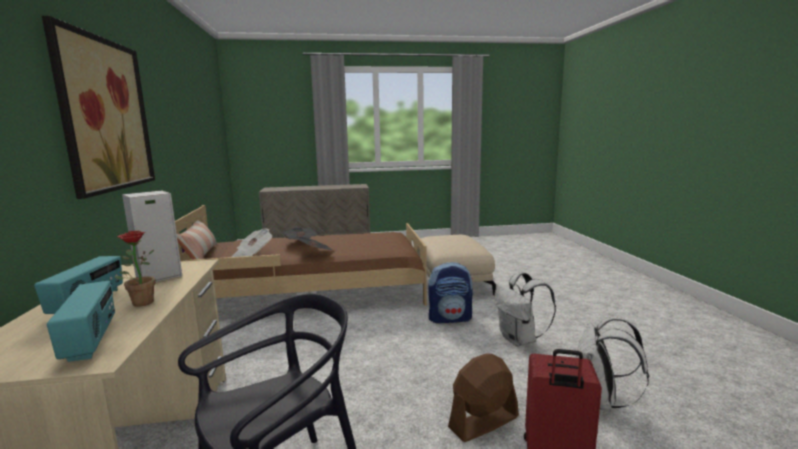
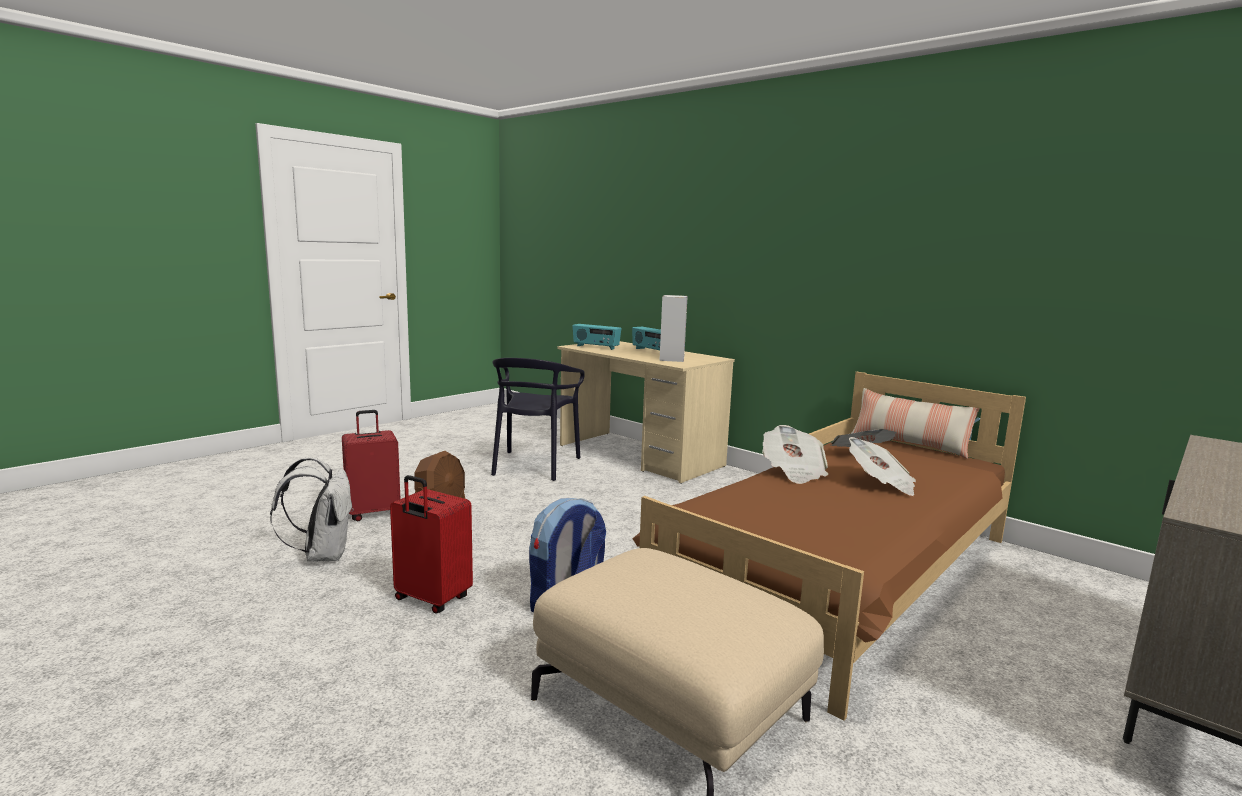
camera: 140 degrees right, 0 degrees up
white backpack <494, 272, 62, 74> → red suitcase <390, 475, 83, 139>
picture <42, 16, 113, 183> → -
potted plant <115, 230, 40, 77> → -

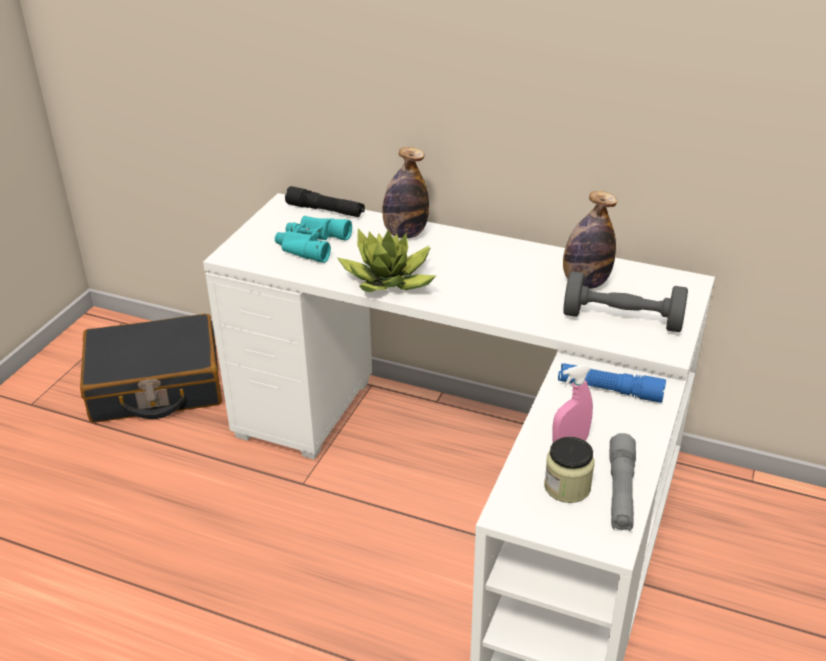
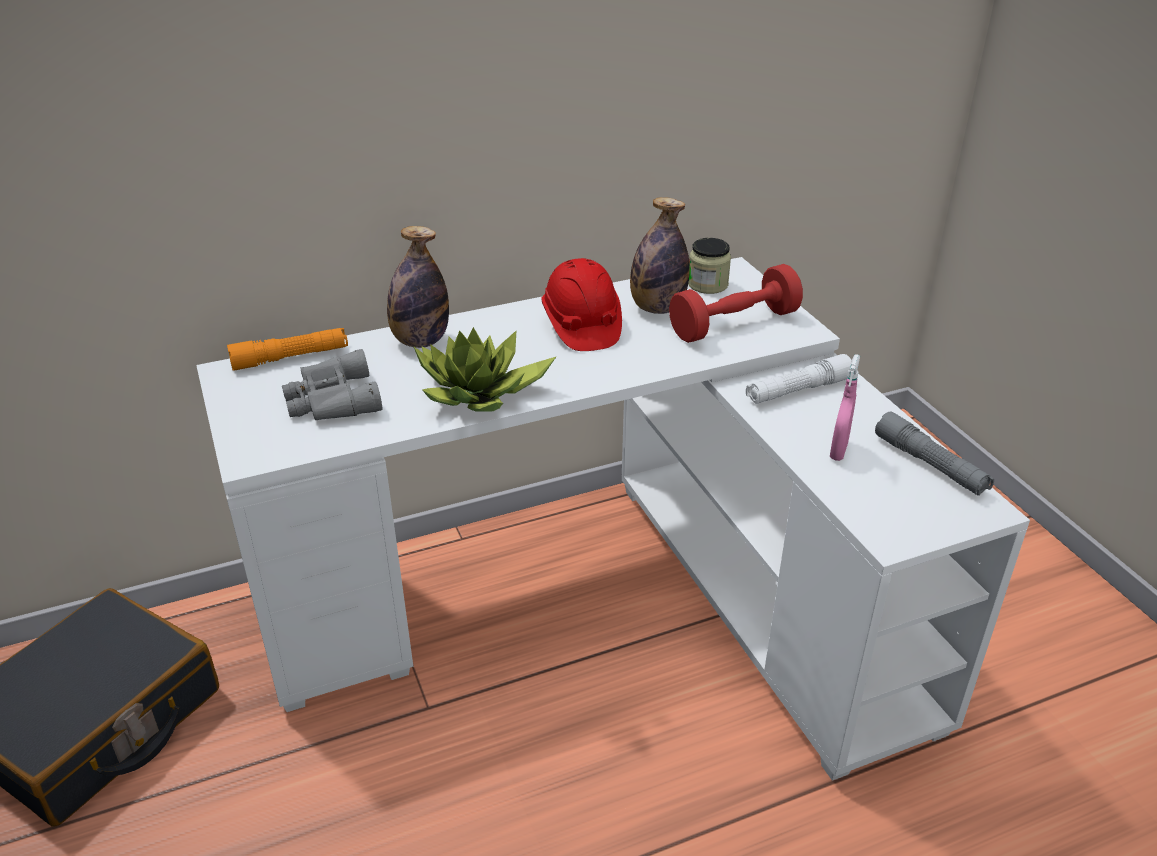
camera: 45 degrees left, 0 degrees up
black flashlight <285, 186, 80, 31> → orange flashlight <227, 328, 121, 42>
turquoise binoculars <275, 216, 77, 47> → grey binoculars <282, 349, 101, 71>
- → red hard hat <541, 258, 81, 93>
grey dumbbell <563, 271, 125, 61> → red dumbbell <669, 264, 134, 79>
jar <544, 437, 51, 66> → jar <688, 238, 43, 56>, moved
blue flashlight <558, 363, 108, 40> → white flashlight <746, 354, 106, 50>

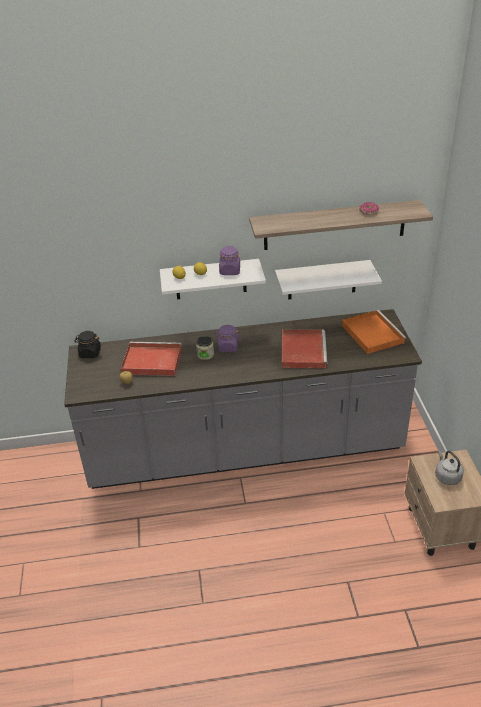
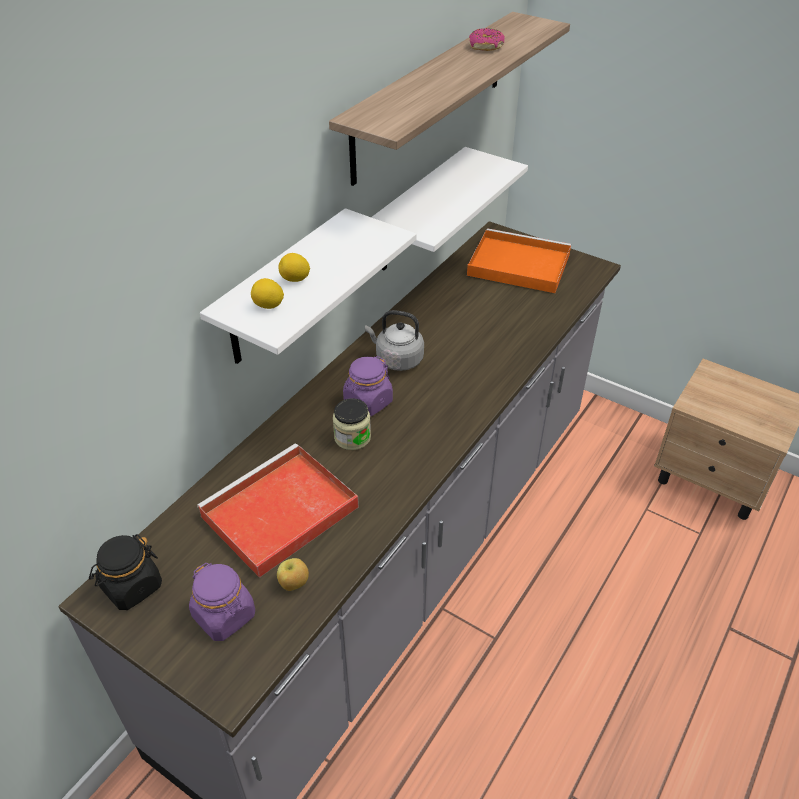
camera: 50 degrees left, 5 degrees up
purple jar <219, 246, 21, 29> → purple jar <189, 563, 66, 78>, moved
grey kettle <435, 451, 29, 34> → grey kettle <365, 310, 59, 61>, moved
red tray <282, 330, 45, 38> → -

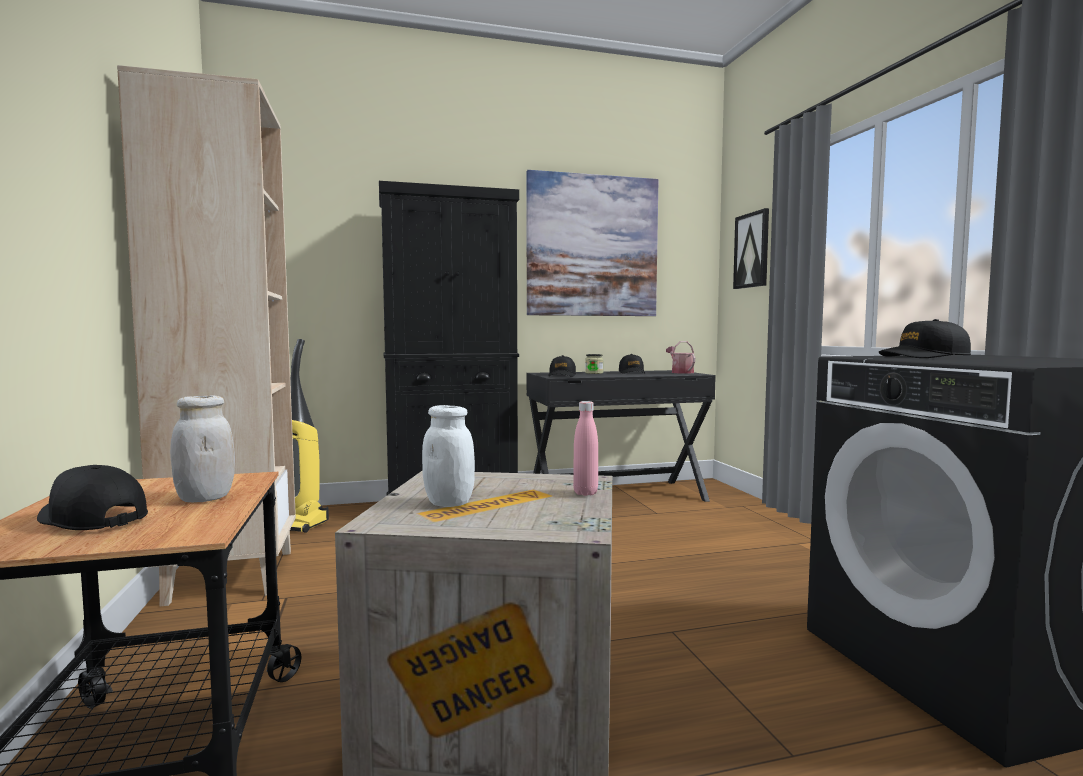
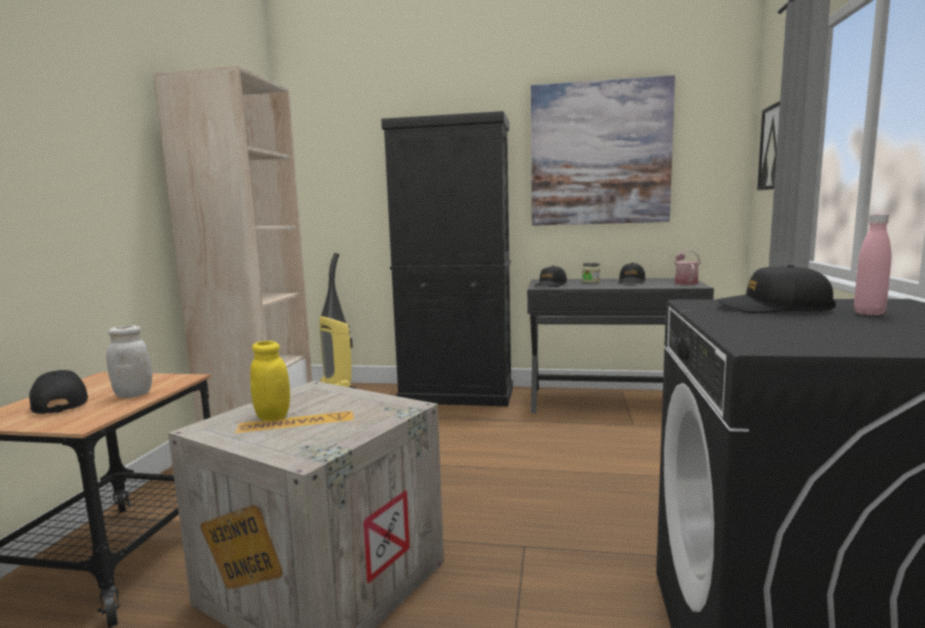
camera: 25 degrees right, 5 degrees up
white jar <422, 405, 53, 102> → yellow jar <250, 341, 40, 80>
pink bottle <573, 401, 25, 95> → pink bottle <854, 213, 37, 102>, moved

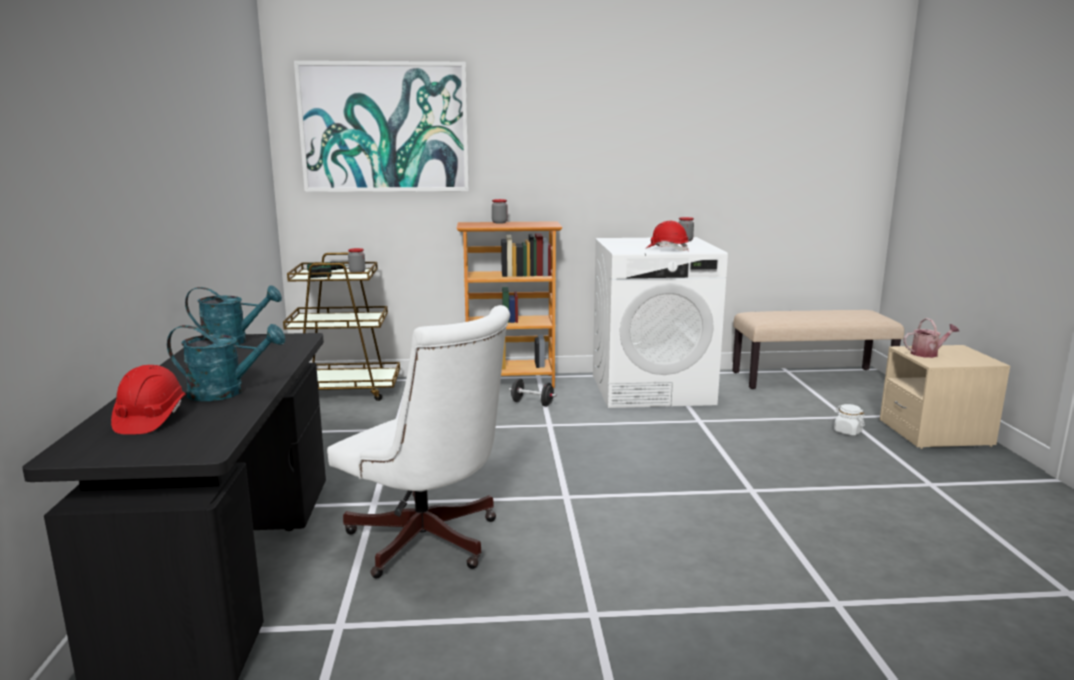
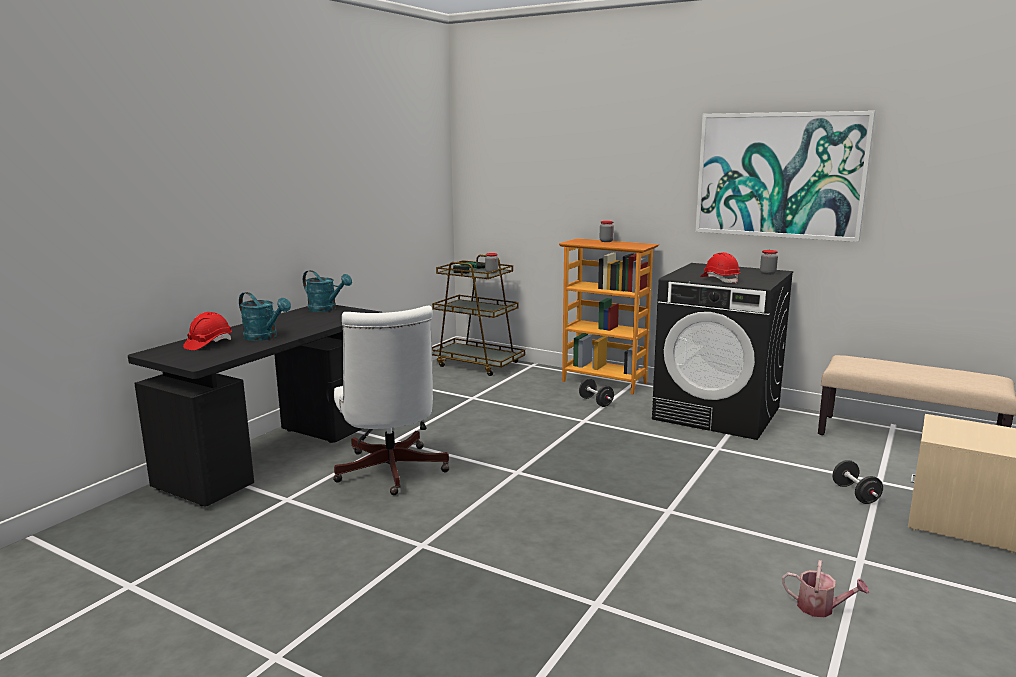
camera: 35 degrees right, 0 degrees up
white washing machine <593, 237, 135, 171> → black washing machine <652, 263, 141, 177>
picture <294, 61, 175, 131> → picture <695, 111, 181, 131>, moved
watering can <904, 318, 55, 40> → watering can <782, 560, 87, 57>, moved
white jar <834, 404, 31, 32> → black dumbbell <832, 460, 51, 44>

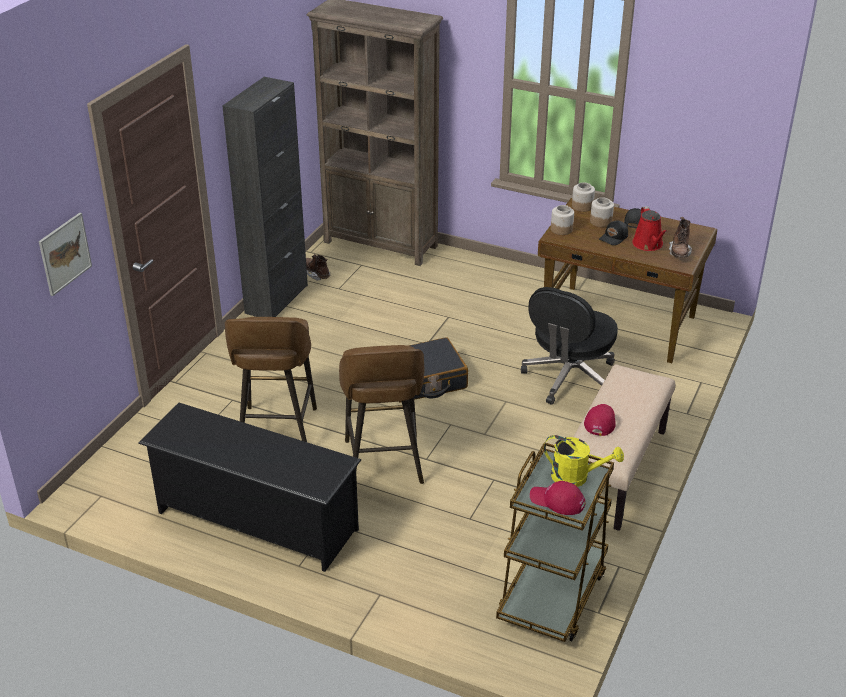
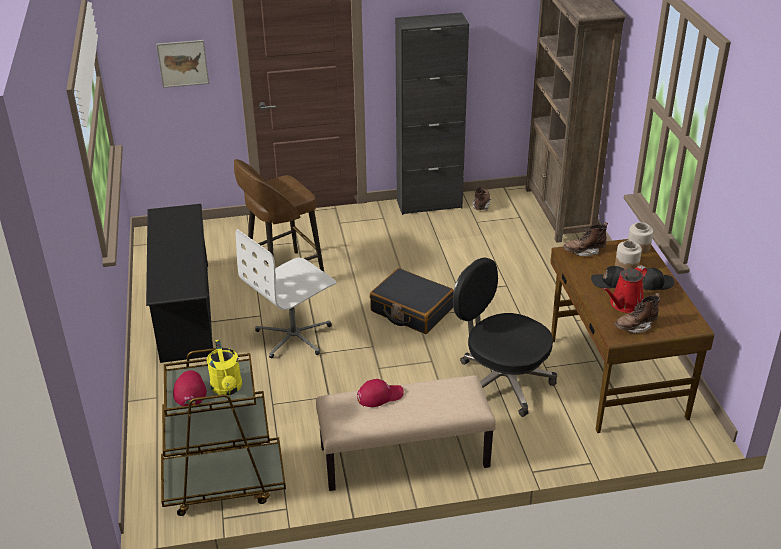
camera: 55 degrees right, 0 degrees up
brown stool <339, 345, 85, 139> → white office chair <236, 229, 100, 129>
black office chair <521, 287, 97, 118> → black office chair <453, 257, 105, 160>, 45 degrees clockwise
jar <551, 205, 23, 30> → brown boot <563, 222, 45, 34>

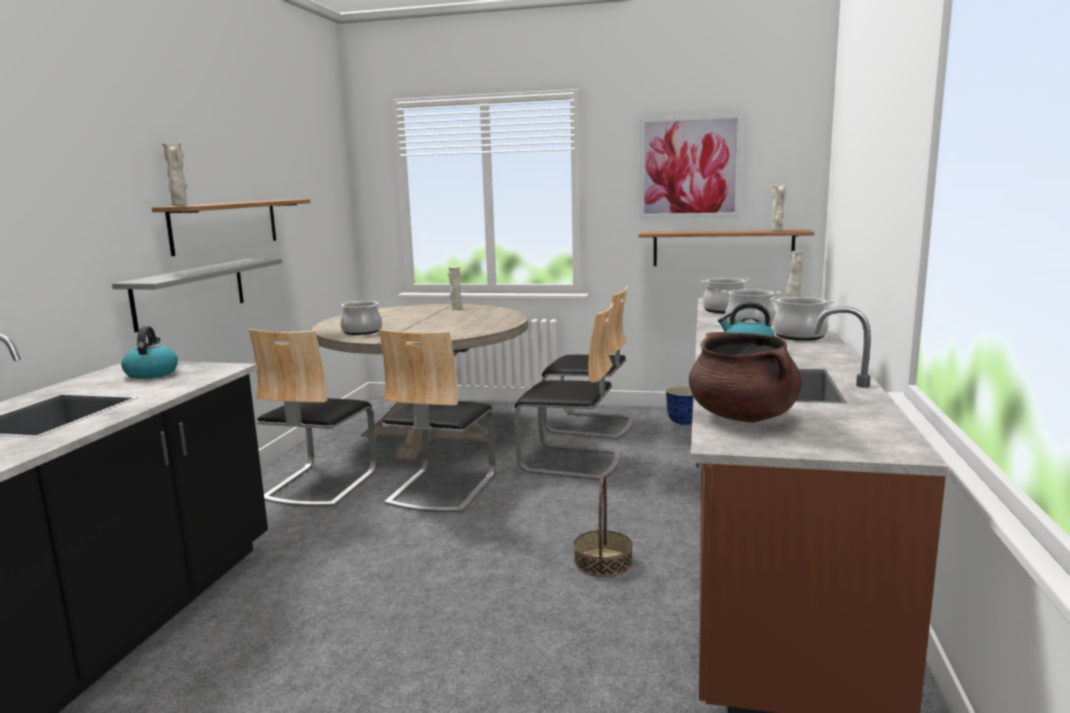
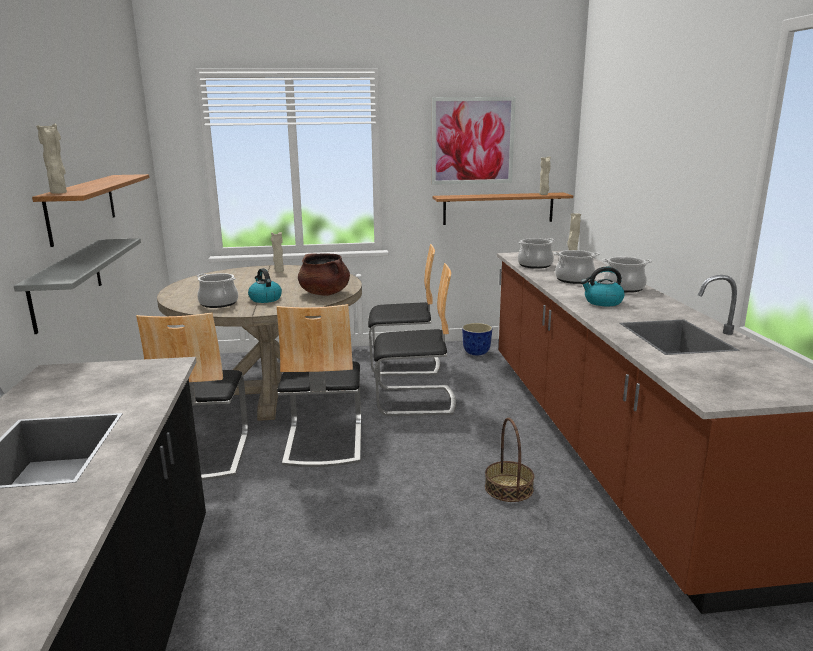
camera: 20 degrees left, 5 degrees up
kettle <121, 326, 57, 53> → kettle <248, 268, 34, 35>, moved
brown cooking pot <689, 332, 113, 91> → brown cooking pot <298, 253, 52, 43>, moved

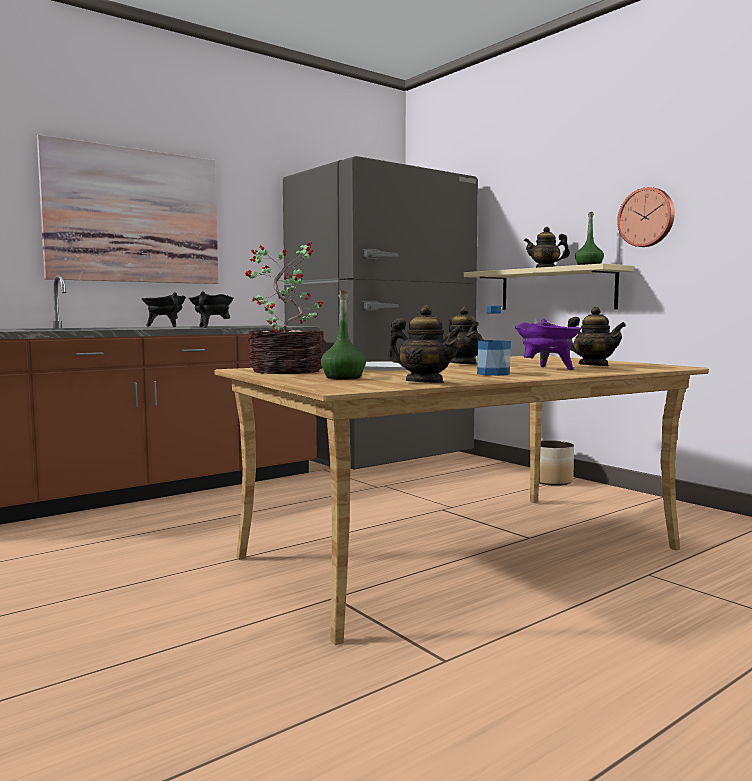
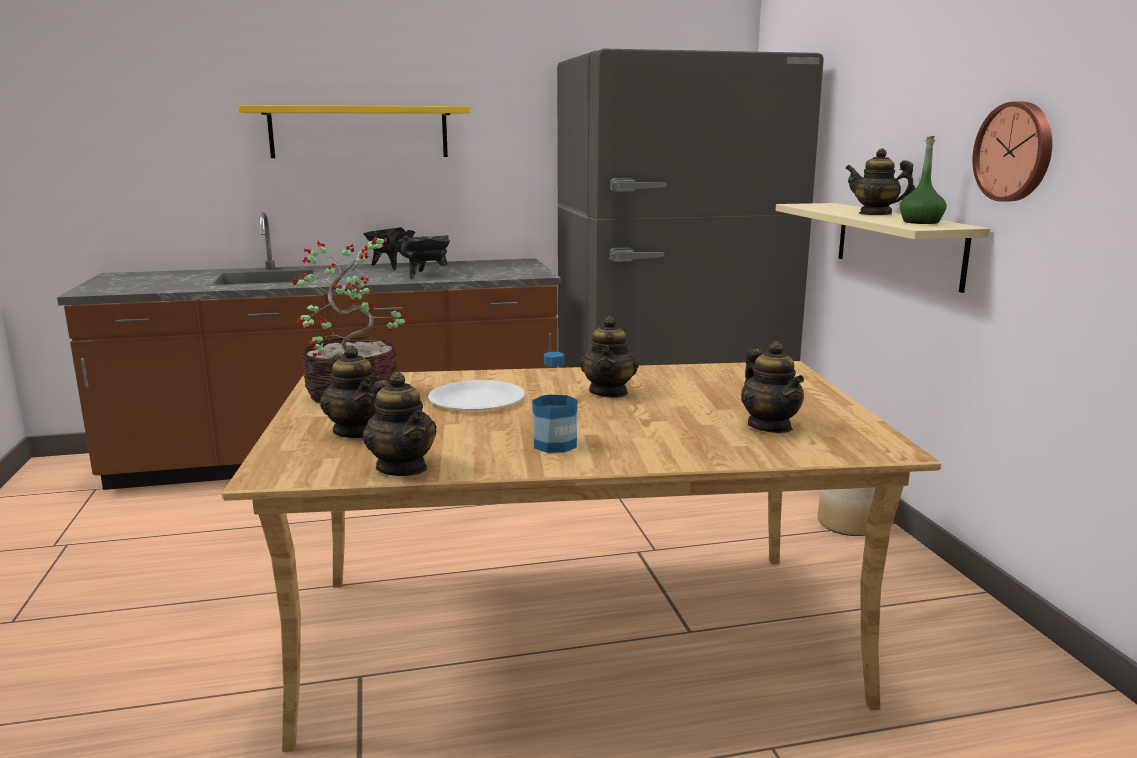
camera: 25 degrees right, 10 degrees up
picture <37, 135, 181, 149> → yellow shelf <238, 105, 232, 53>
green bottle <321, 291, 45, 89> → teapot <320, 345, 56, 93>
purple cooking pot <515, 319, 66, 51> → -

